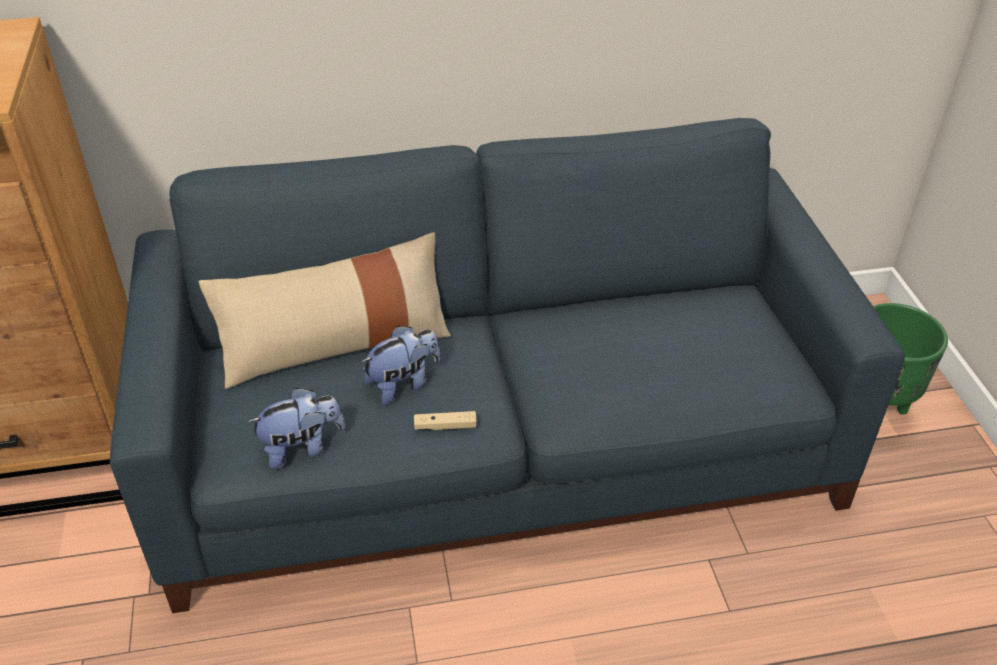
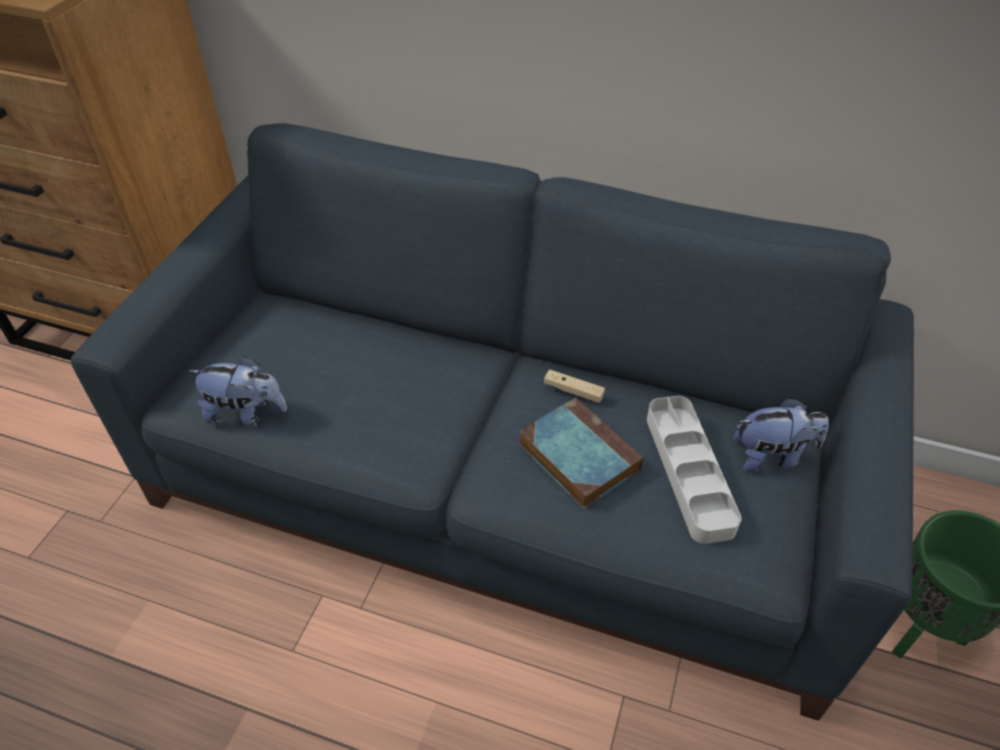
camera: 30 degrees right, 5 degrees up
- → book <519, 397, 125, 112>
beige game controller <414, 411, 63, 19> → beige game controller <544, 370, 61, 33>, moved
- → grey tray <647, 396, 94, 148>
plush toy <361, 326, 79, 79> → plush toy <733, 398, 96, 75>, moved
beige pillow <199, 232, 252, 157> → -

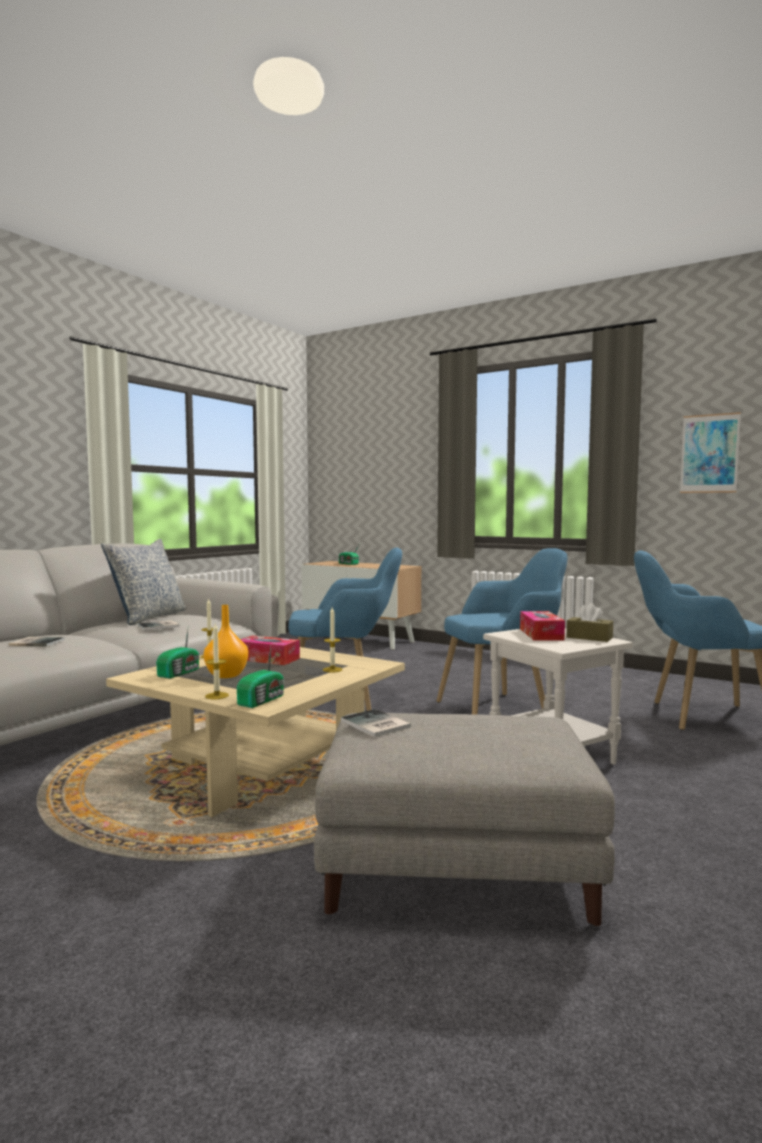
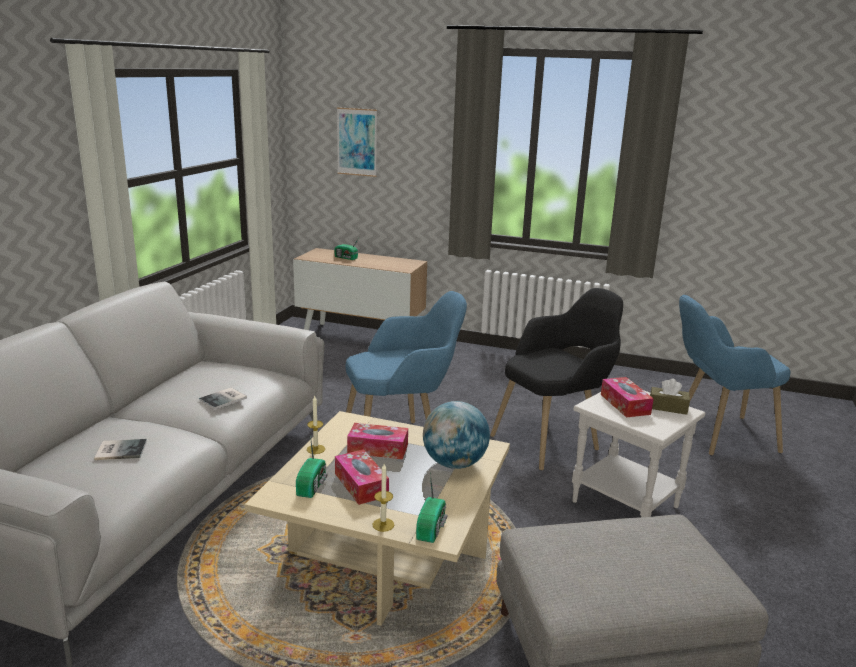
camera: 15 degrees left, 15 degrees up
orange vase <203, 605, 46, 73> → tissue box <335, 449, 54, 56>
picture <680, 412, 61, 81> → picture <337, 107, 40, 70>, moved
candle <323, 607, 20, 66> → globe <423, 401, 67, 68>
blue armchair <437, 548, 130, 166> → black armchair <490, 288, 133, 183>
pillow <101, 539, 85, 86> → -
book <341, 709, 70, 28> → -

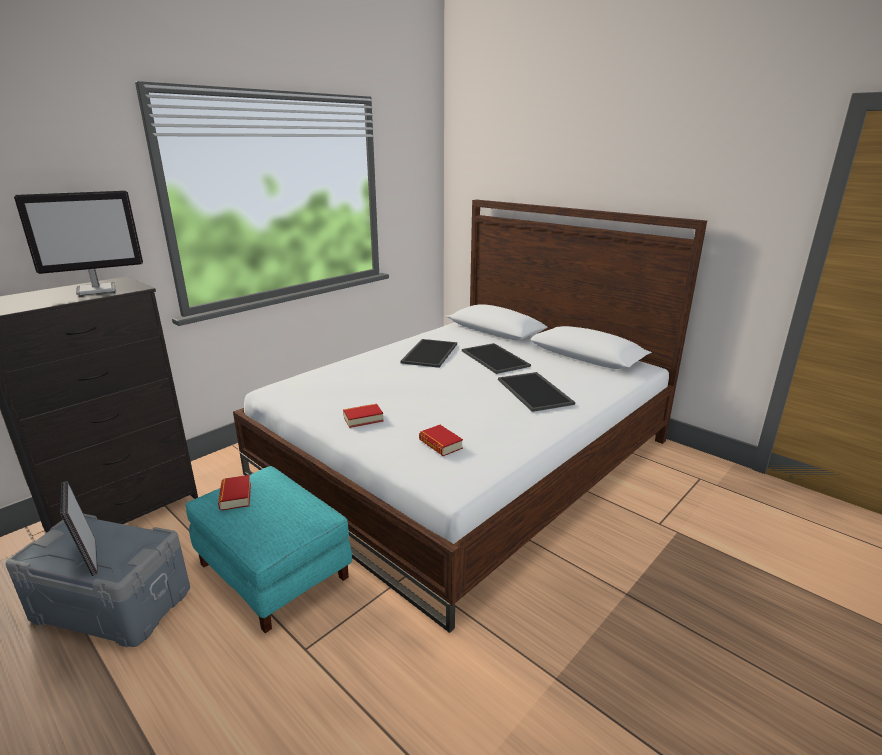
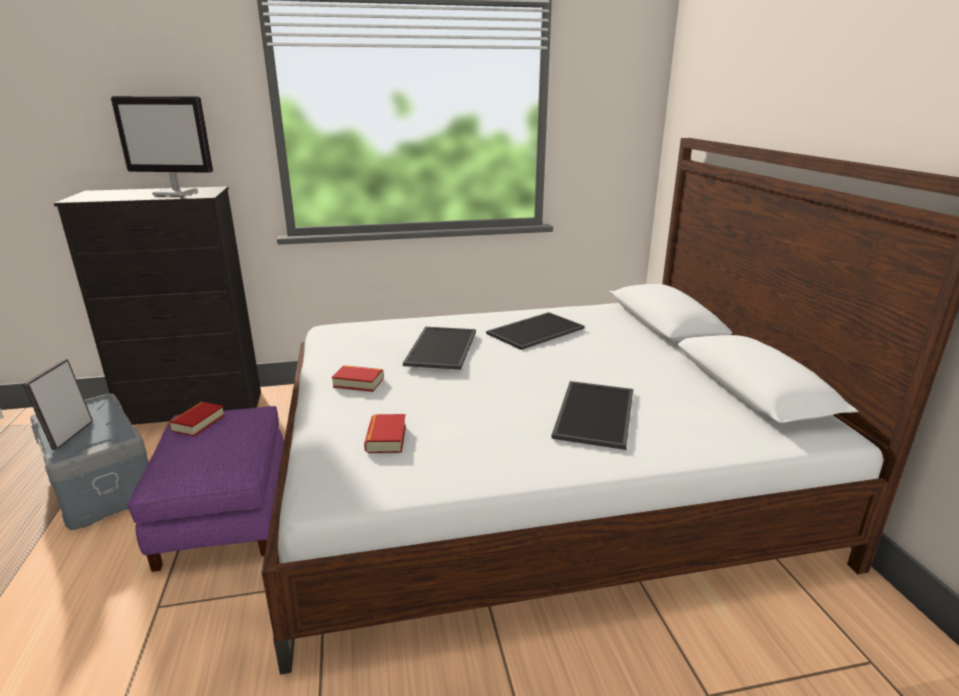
camera: 35 degrees right, 0 degrees up
turquoise ottoman <185, 466, 167, 167> → purple ottoman <128, 406, 156, 166>
tray <462, 343, 69, 31> → tray <403, 327, 73, 43>, moved

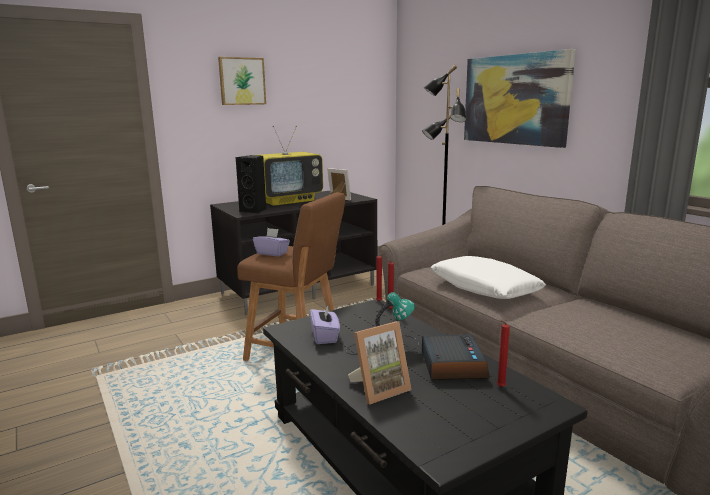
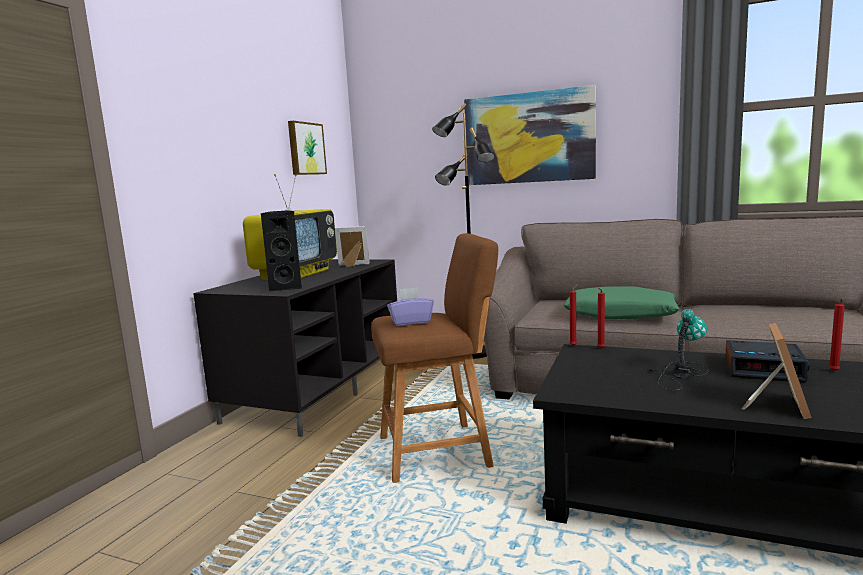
camera: 35 degrees left, 5 degrees down
picture <218, 57, 48, 48> → picture <288, 121, 39, 54>, moved
white pillow <431, 256, 115, 43> → green pillow <564, 286, 116, 33>
alarm clock <422, 334, 68, 46> → alarm clock <726, 340, 84, 43>, 150 degrees clockwise
purple tissue box <310, 305, 30, 39> → -

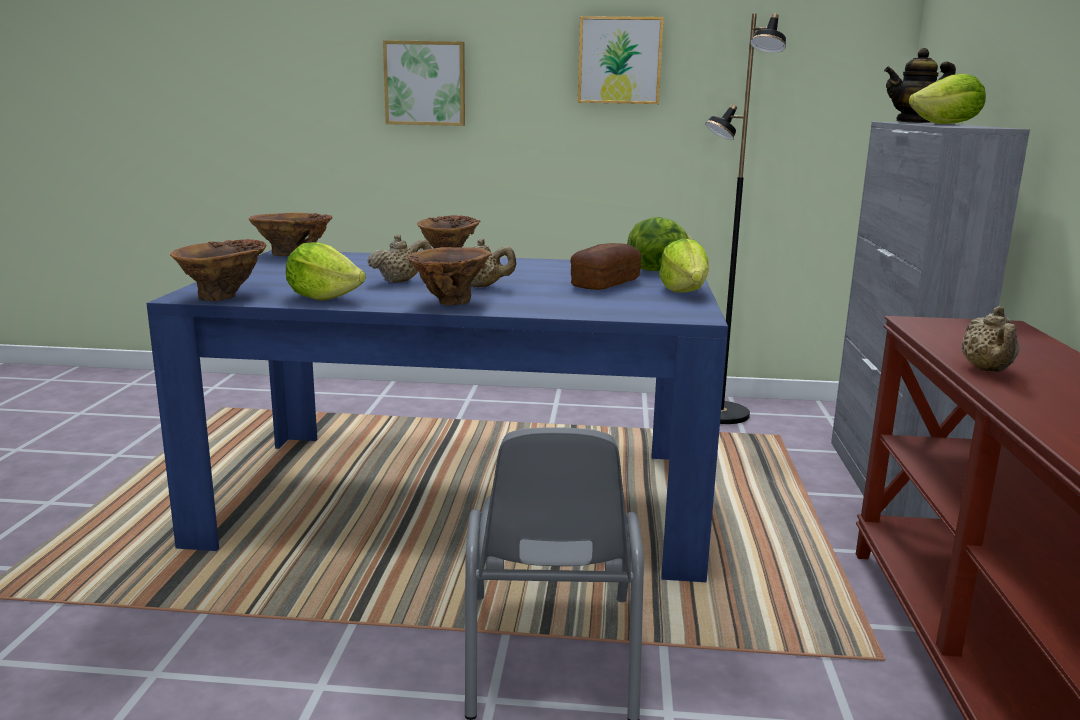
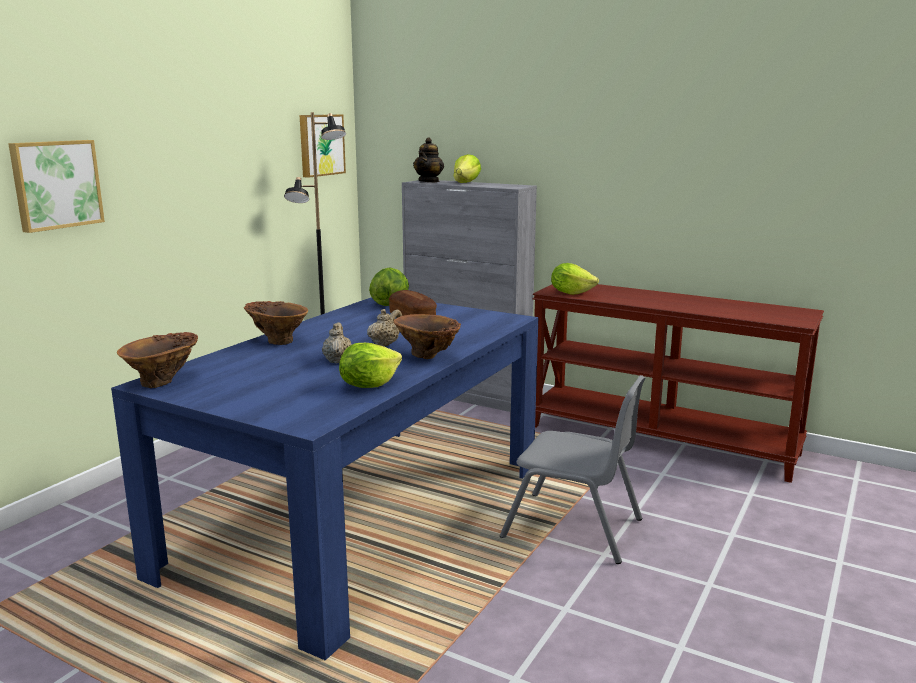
camera: 65 degrees left, 0 degrees up
picture <578, 16, 86, 88> → picture <300, 114, 46, 64>, moved
lettuce <659, 239, 50, 54> → lettuce <551, 263, 48, 32>, moved
brown vase <170, 239, 96, 62> → -
beige teapot <962, 306, 57, 66> → -

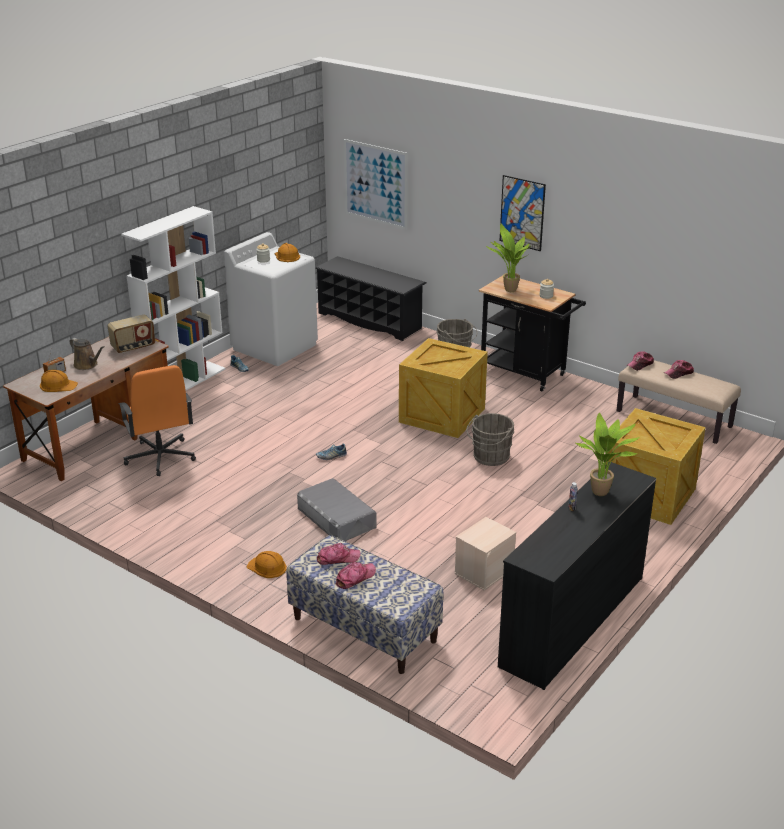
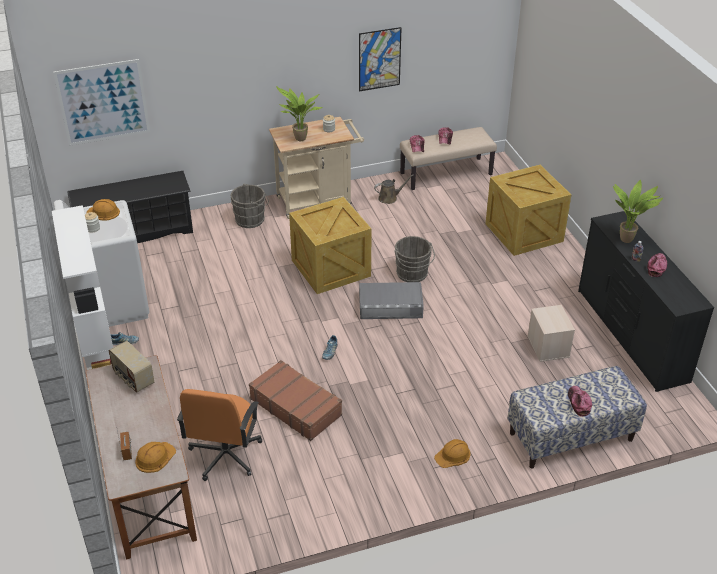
camera: 55 degrees left, 10 degrees up
radio <107, 315, 48, 38> → radio <108, 341, 46, 52>, 135 degrees clockwise
orange office chair <119, 365, 77, 111> → orange office chair <177, 389, 85, 92>, 90 degrees clockwise
- → brown suitcase <249, 360, 93, 81>
black cart <479, 276, 107, 115> → beige cart <269, 117, 95, 102>
picture <500, 175, 46, 76> → picture <359, 27, 42, 64>, moved
grey storage box <297, 478, 80, 63> → grey storage box <359, 282, 65, 37>, moved
brown watering can <70, 338, 34, 32> → brown watering can <374, 175, 39, 29>, moved
cap <317, 543, 44, 22> → cap <647, 253, 20, 24>, moved

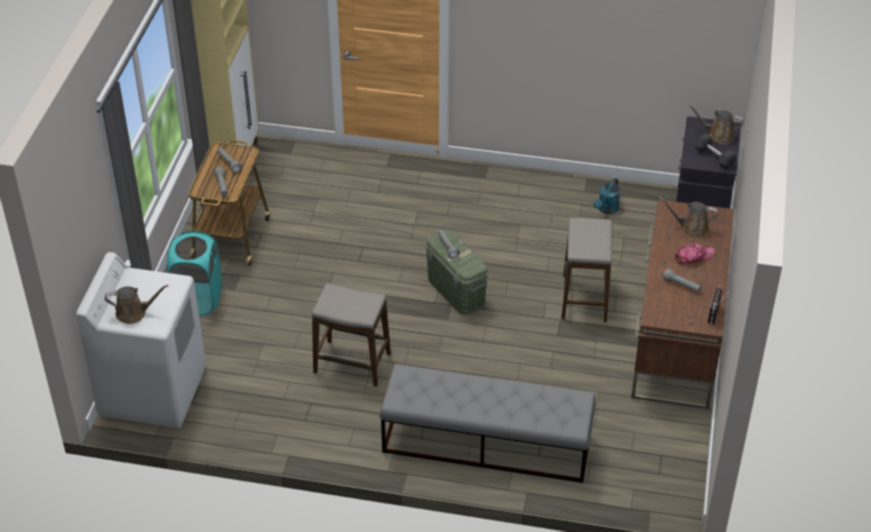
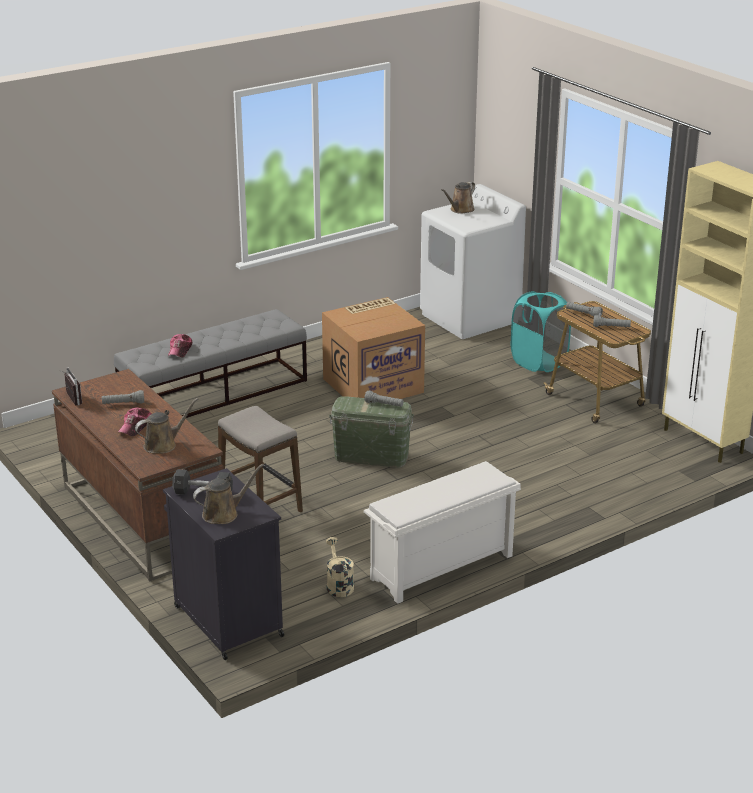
camera: 135 degrees right, 15 degrees down
- → cap <168, 334, 24, 23>
stool <312, 283, 79, 104> → cardboard box <322, 297, 103, 102>
turquoise watering can <593, 178, 27, 36> → beige watering can <326, 537, 28, 60>
- → white shoe rack <364, 461, 157, 143>

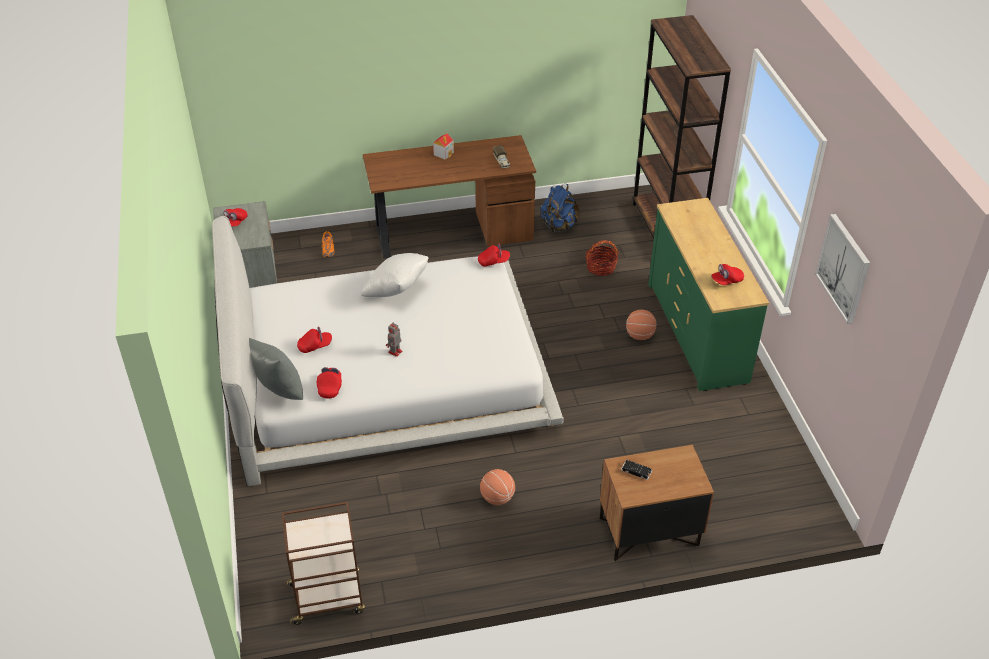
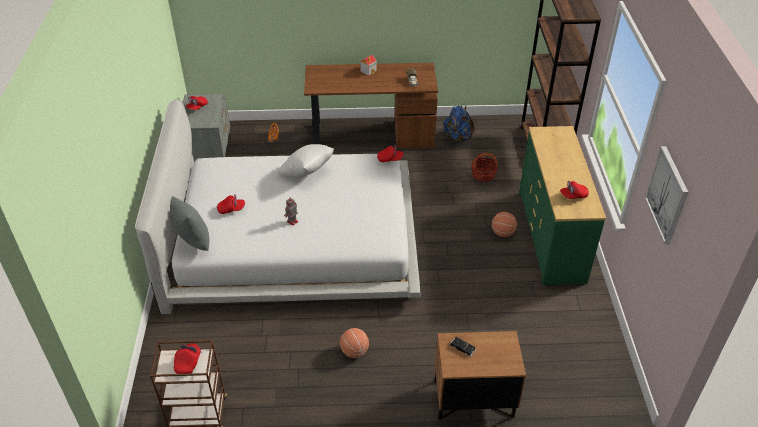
camera: 10 degrees right, 0 degrees up
red cap <317, 367, 25, 32> → red cap <173, 343, 28, 31>, moved

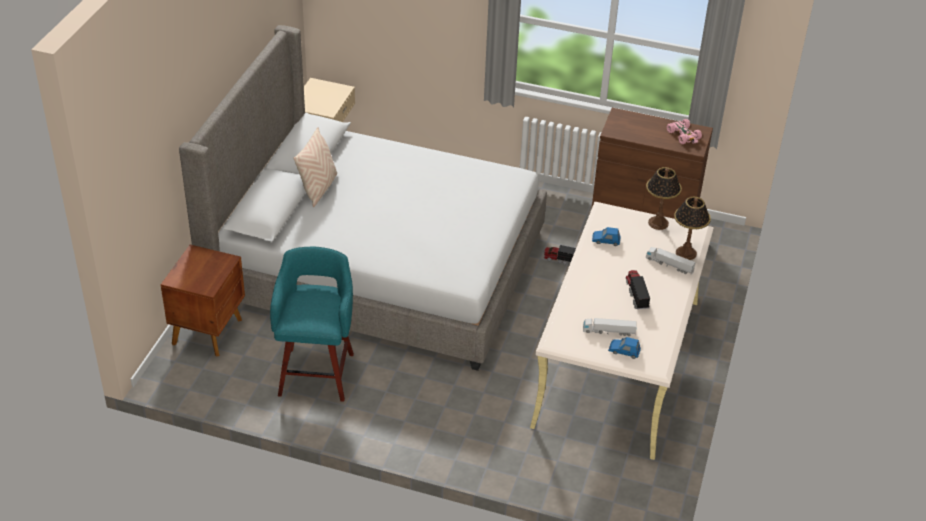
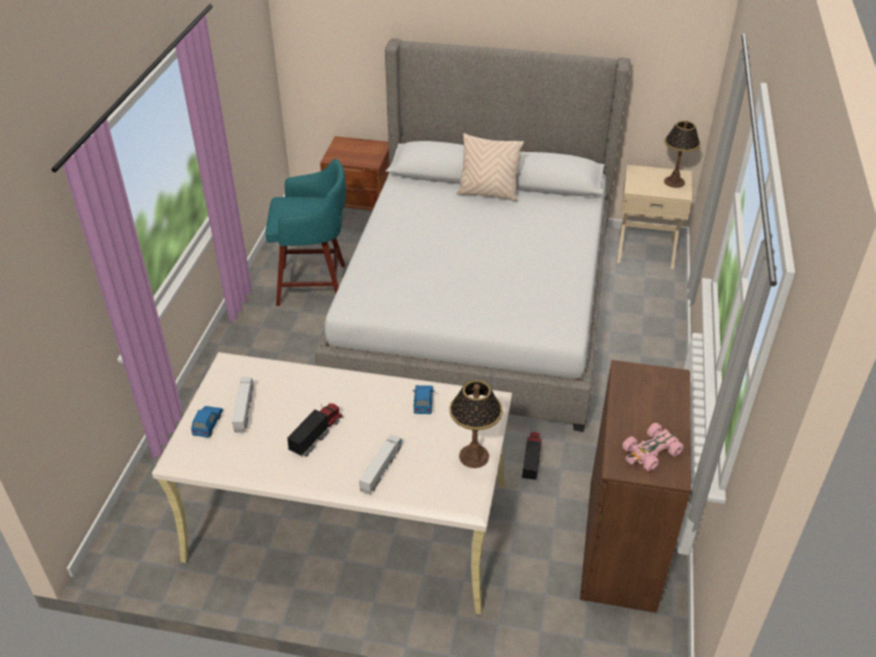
camera: 85 degrees right, 0 degrees up
toy truck <625, 270, 25, 39> → toy truck <287, 403, 56, 54>, 45 degrees counterclockwise
table lamp <674, 197, 37, 63> → table lamp <664, 120, 37, 68>, moved

